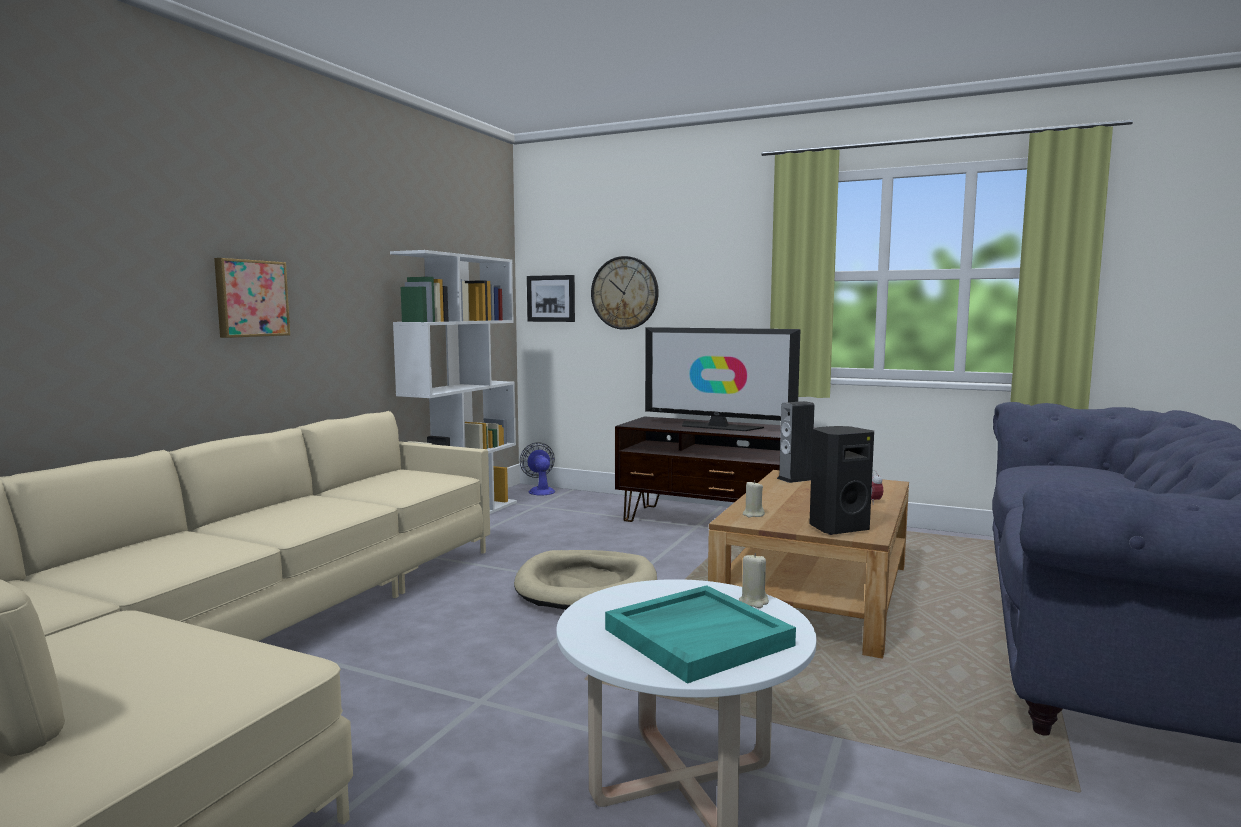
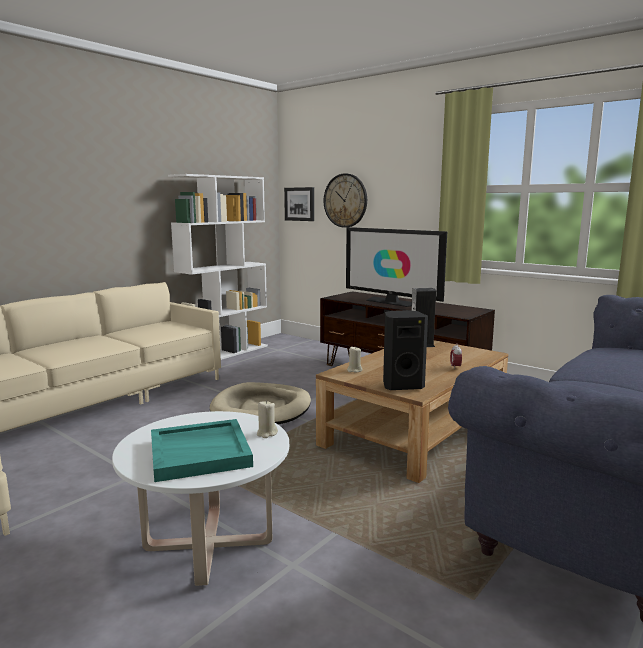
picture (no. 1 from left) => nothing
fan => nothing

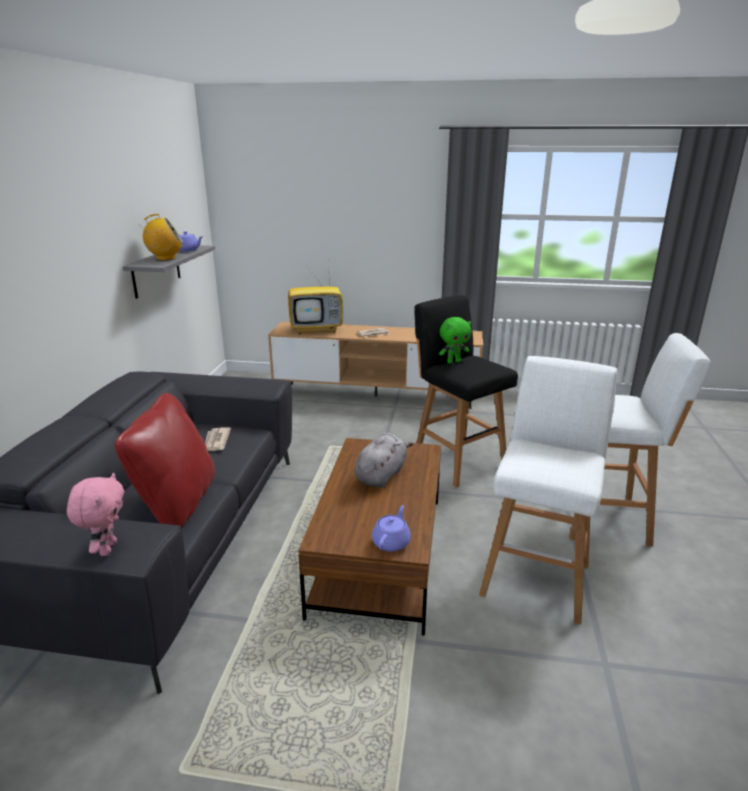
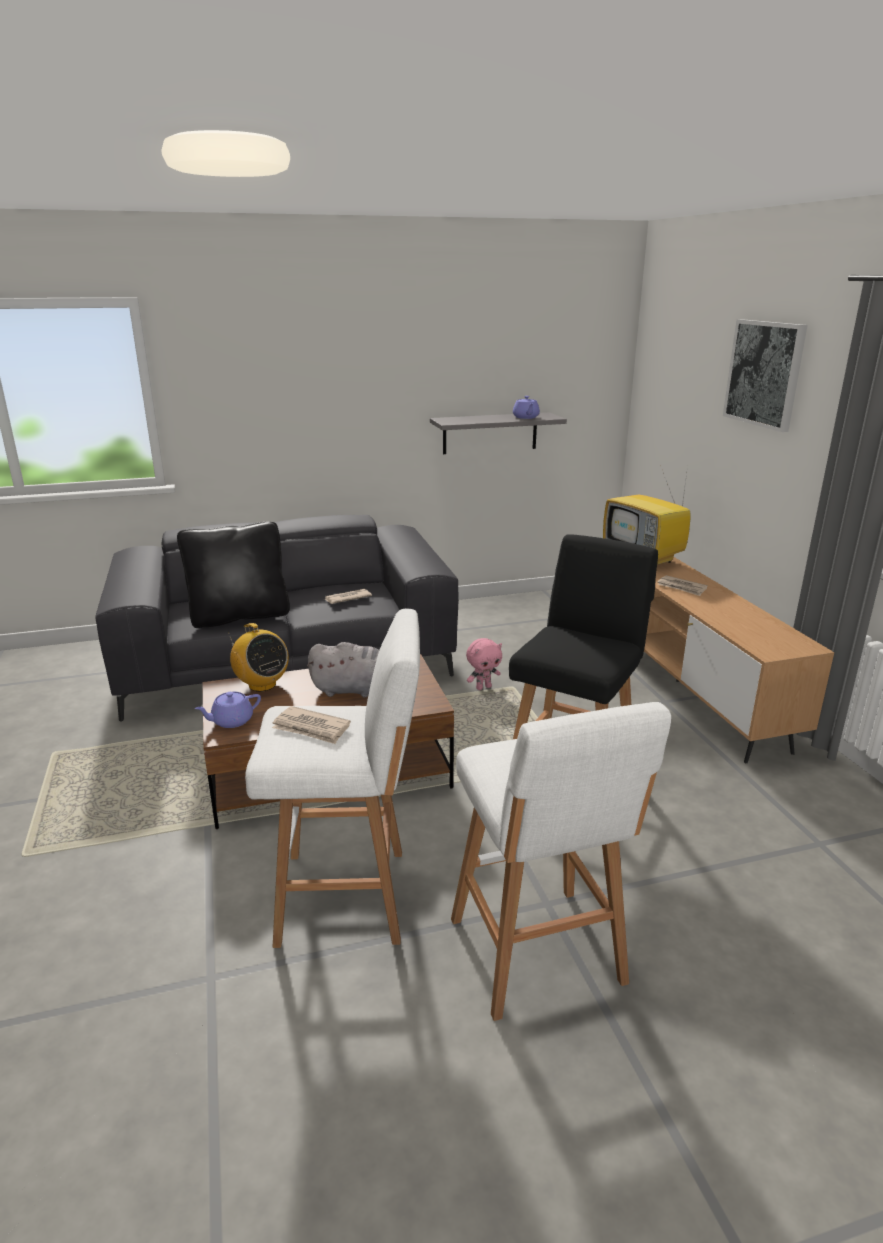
pillow (red) => pillow (black)
teapot (purple) (no. 2 from left in the first image) => teapot (purple) (no. 1 from left), 150 degrees clockwise
radio, shifted
nothing => newspaper (no. 1 from left)
plush toy (pink), shifted
nothing => picture
plush toy (green) => nothing

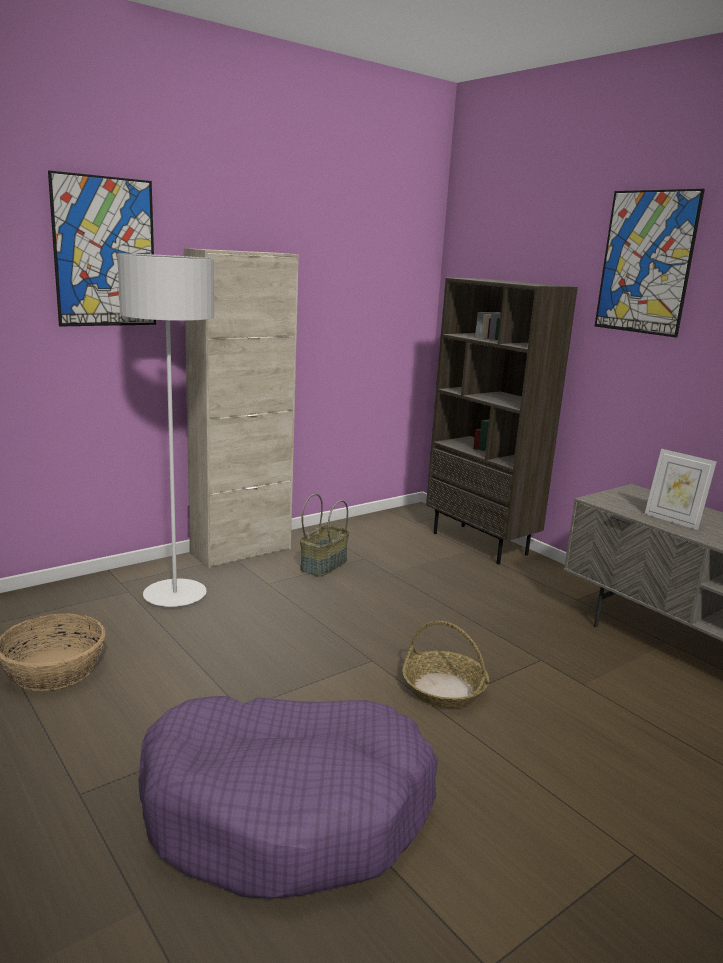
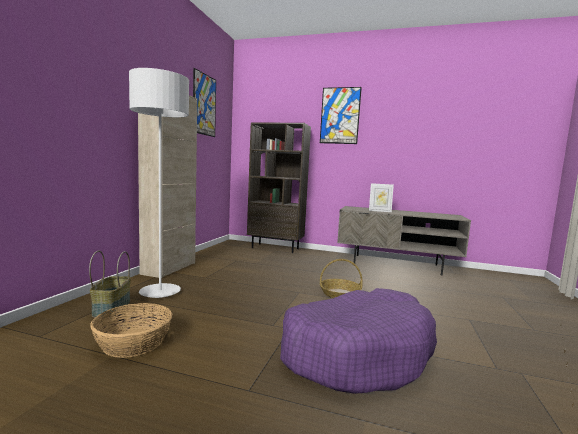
basket (no. 2 from left in the first image) => basket (no. 1 from left), shifted
picture (no. 1 from left), shifted

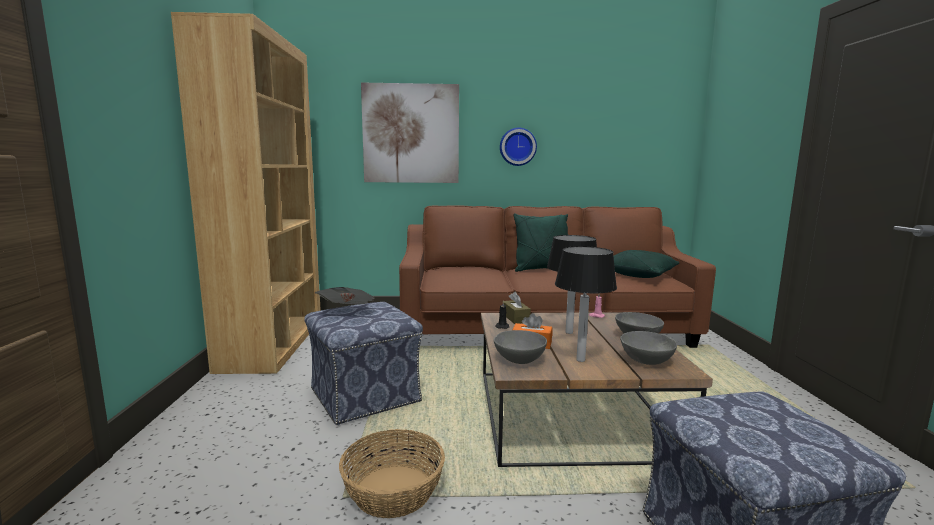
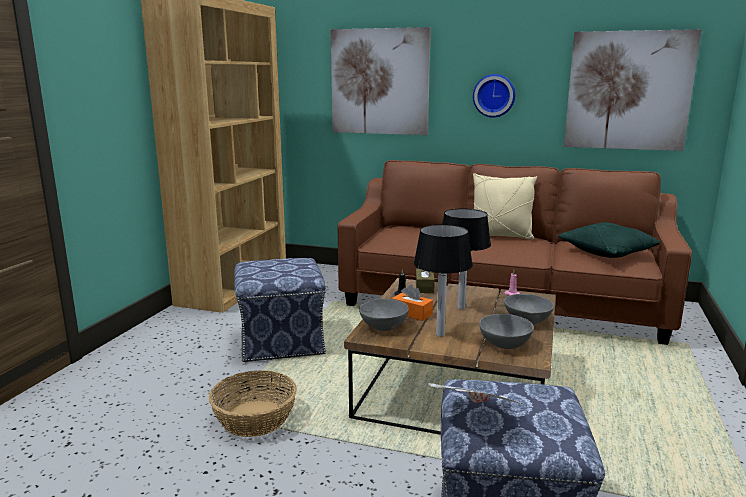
newspaper, shifted
pillow (green) (no. 1 from left) => pillow (beige)
nothing => picture (no. 2 from left)

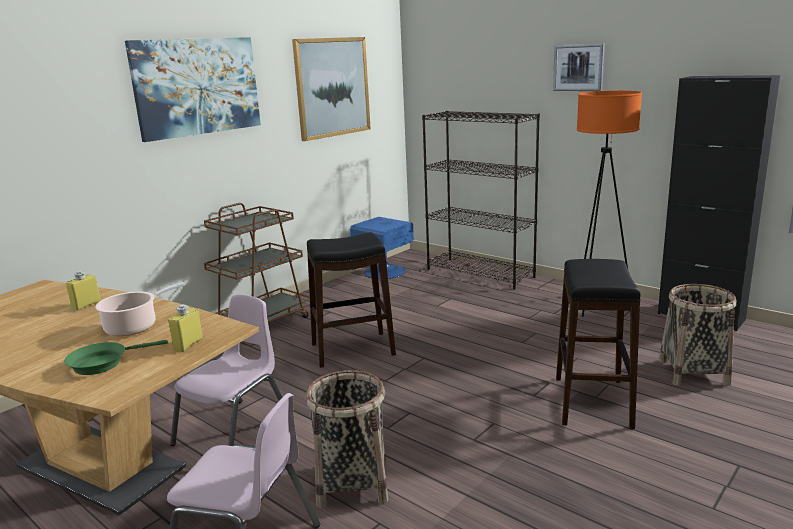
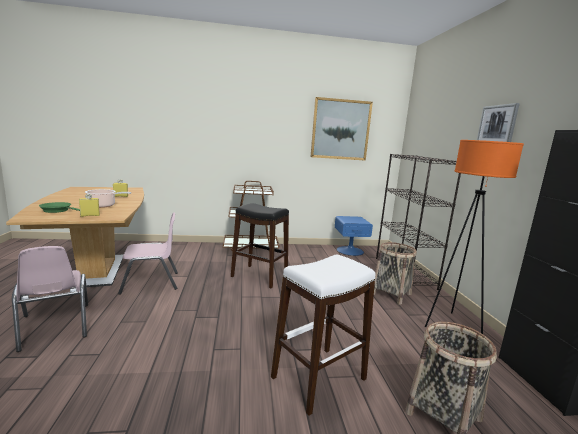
stool (black) (no. 2 from left) => stool (white)
basket (no. 1 from left), shifted
picture (no. 1 from left) => nothing

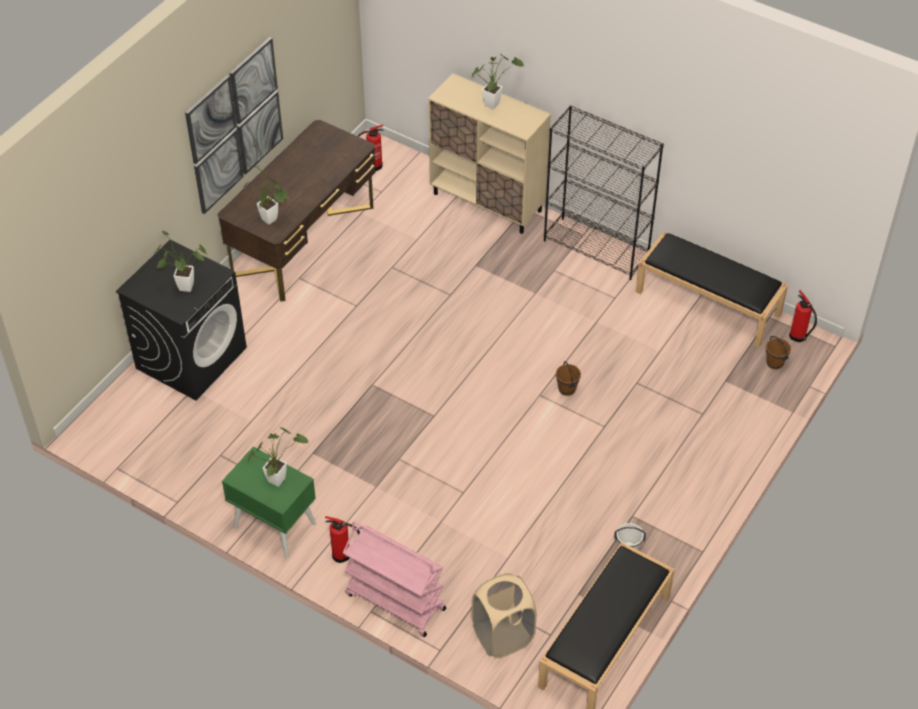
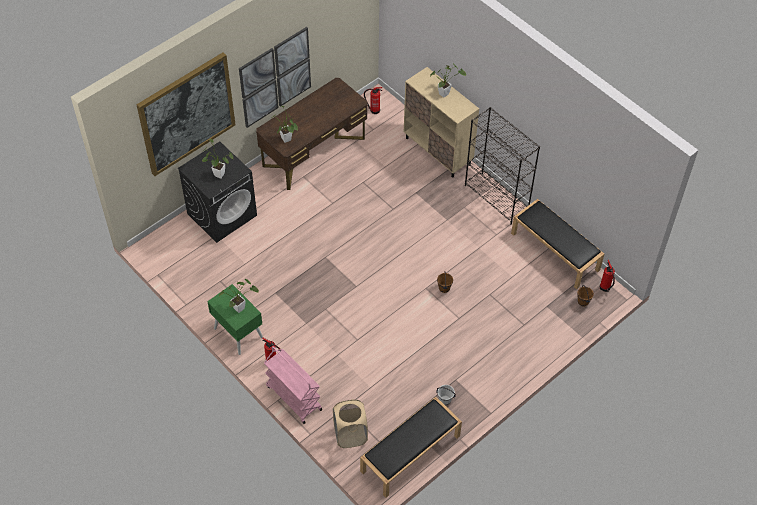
nothing => picture (no. 1 from left)

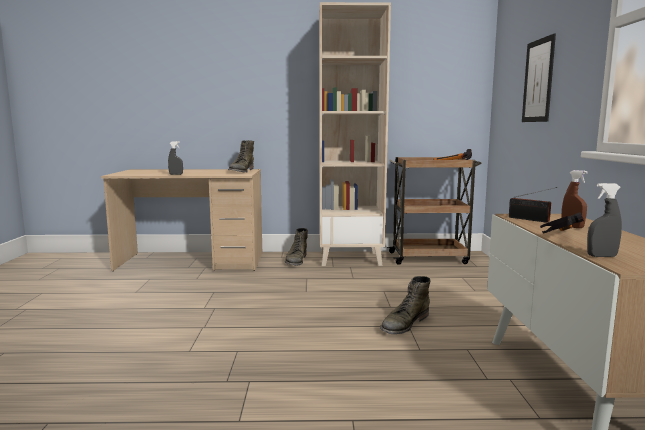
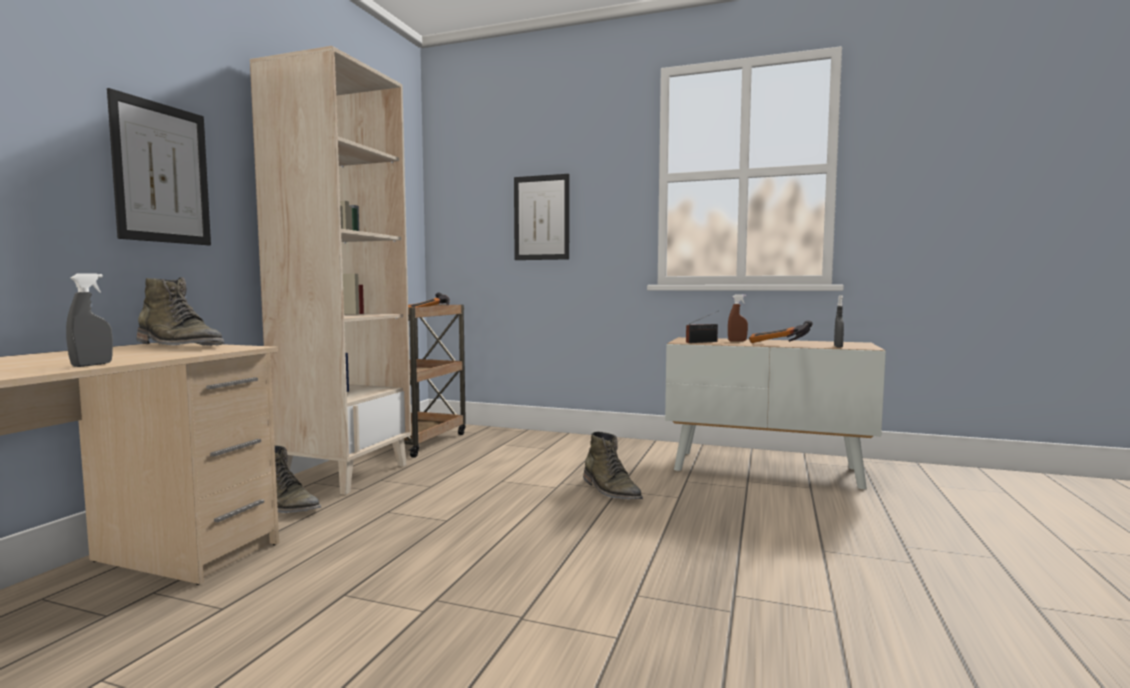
nothing => picture (no. 1 from left)

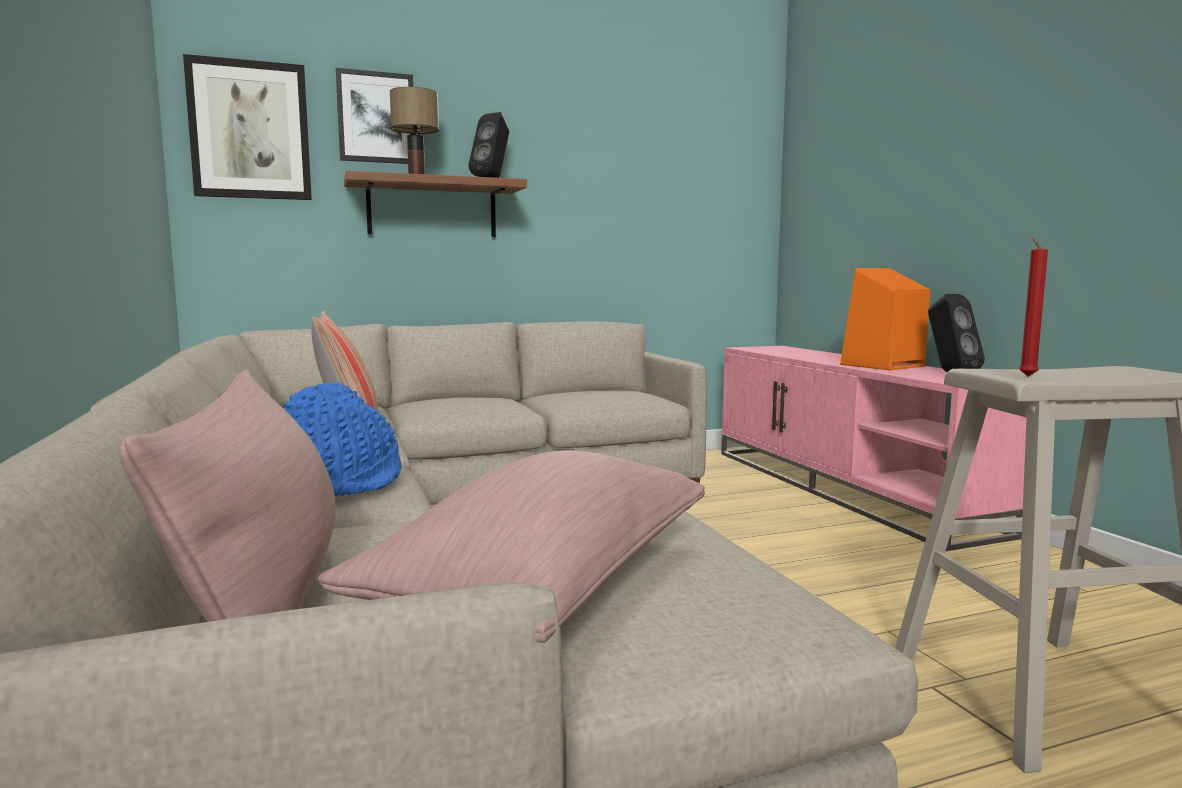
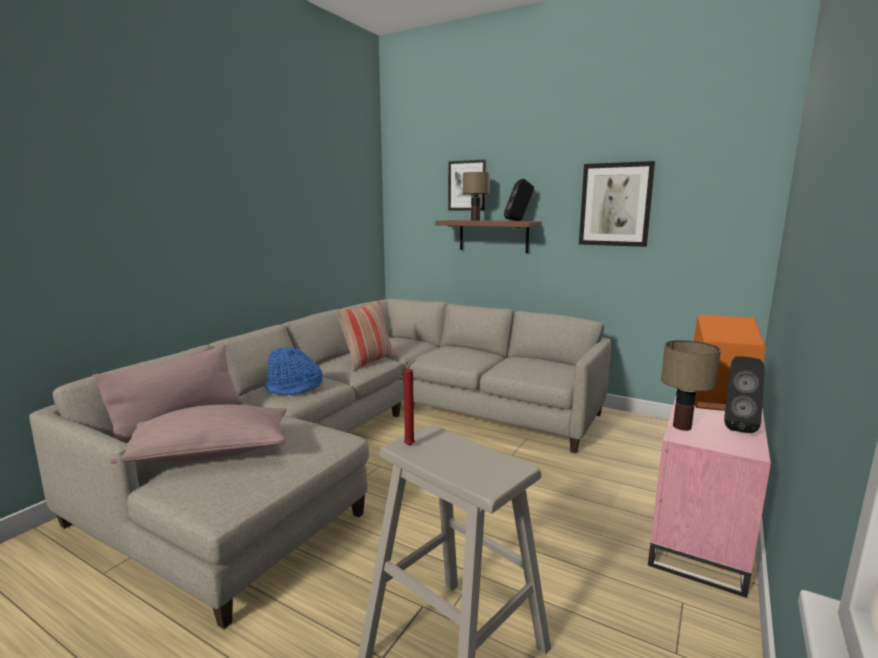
picture (no. 1 from left in the first image) => picture (no. 2 from left), shifted
nothing => table lamp (no. 2 from left)

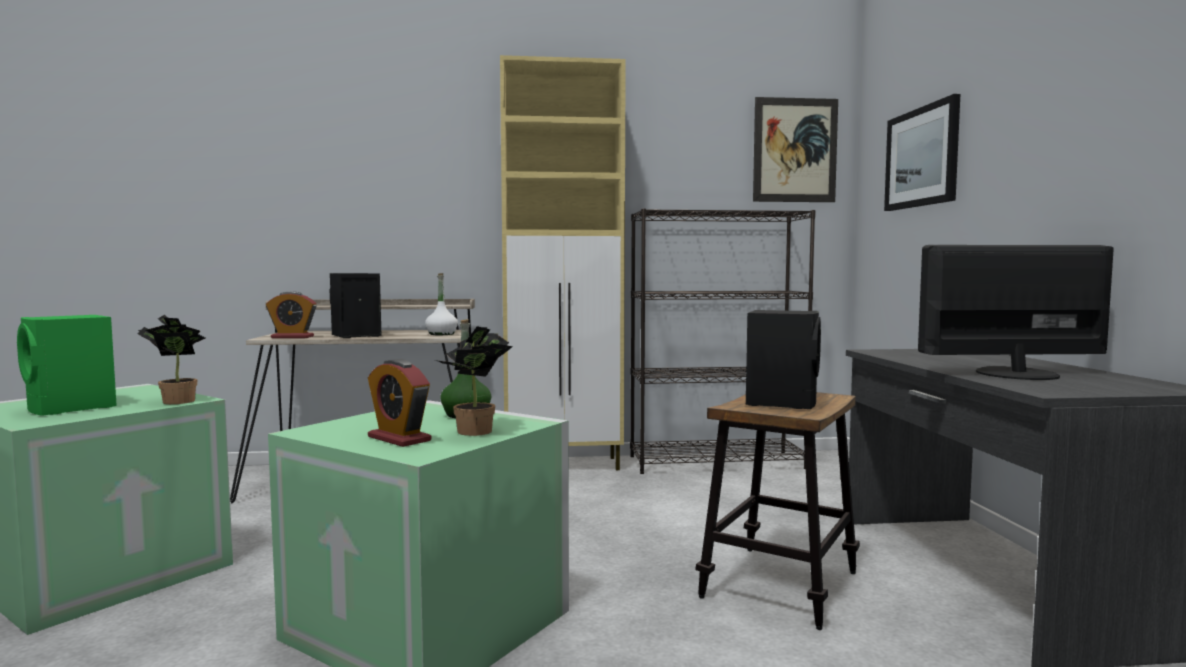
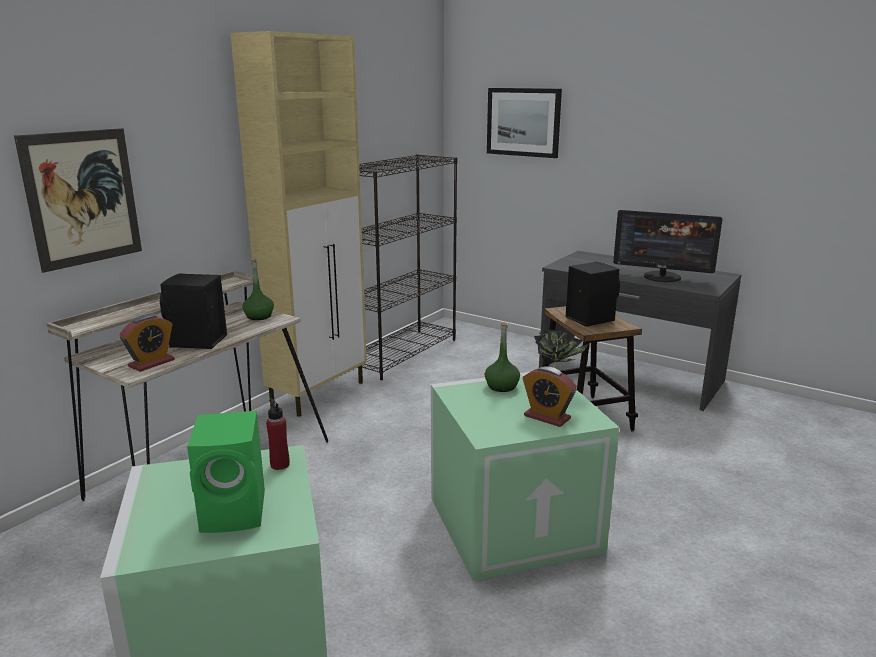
picture (no. 1 from left), shifted
bottle (white) => bottle (green) (no. 1 from left)
potted plant (no. 1 from left) => bottle (red)
alarm clock (no. 2 from left), 45 degrees clockwise
monitor, 105 degrees counterclockwise

